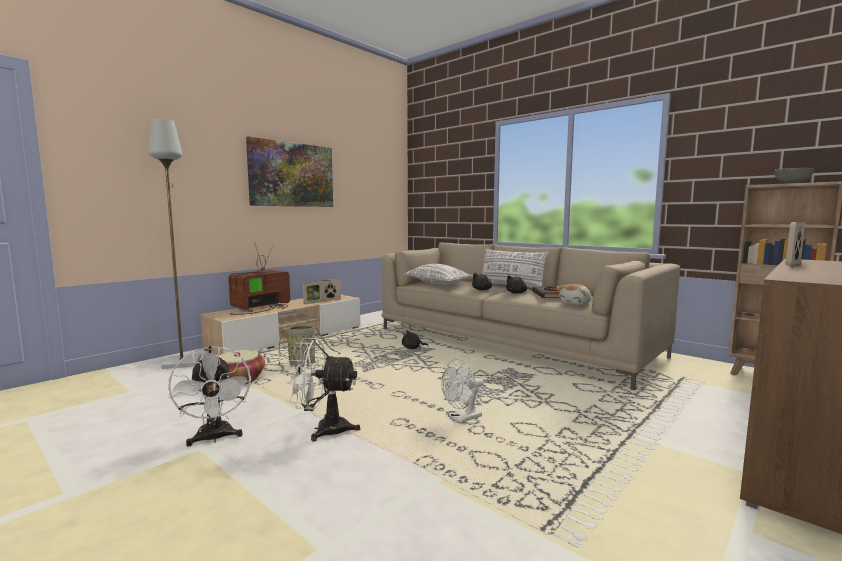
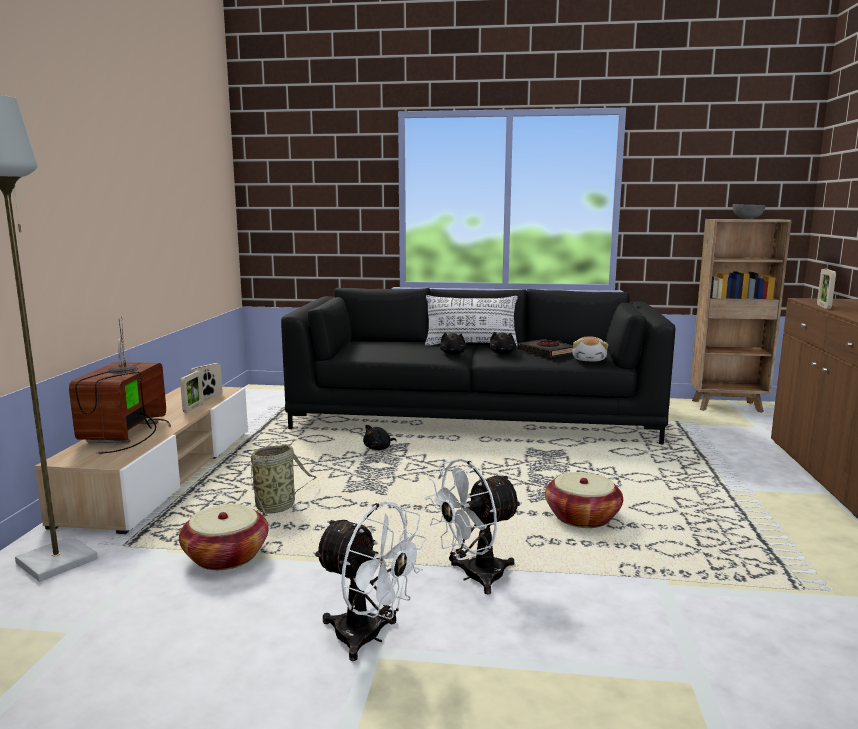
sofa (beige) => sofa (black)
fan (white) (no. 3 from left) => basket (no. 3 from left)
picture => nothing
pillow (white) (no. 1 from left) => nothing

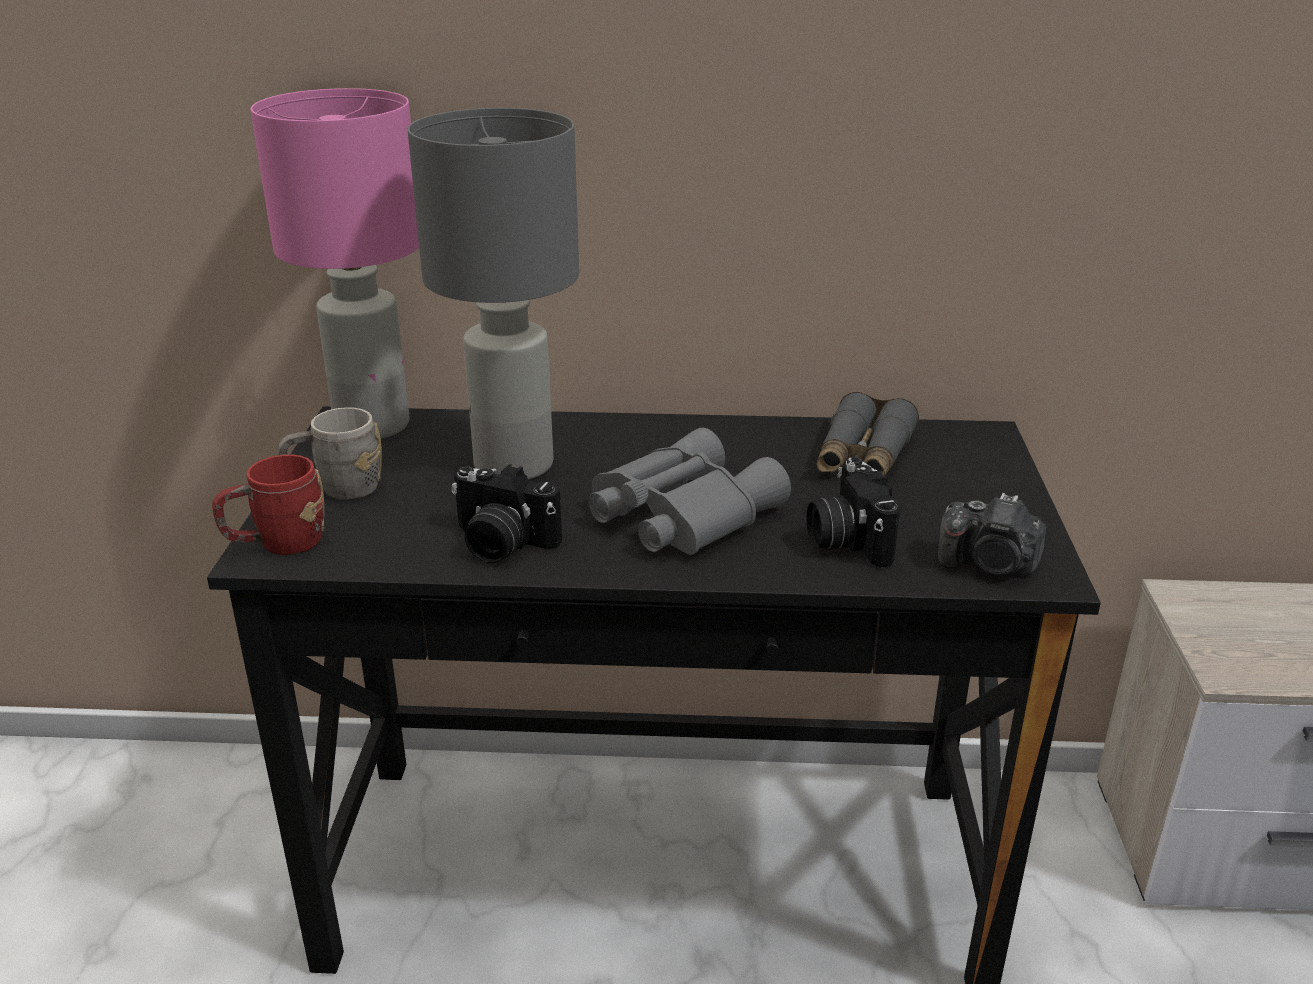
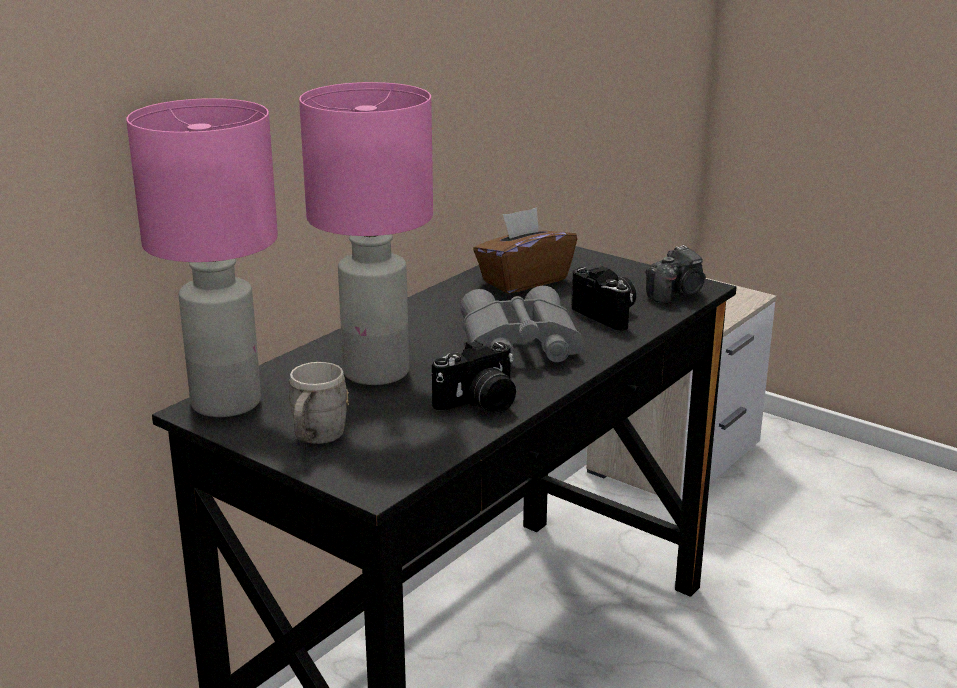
table lamp (grey) => table lamp (pink) (no. 2 from left)
binoculars (grey) (no. 2 from left) => tissue box (brown)
photo camera (no. 2 from left), 150 degrees counterclockwise
mug (red) => nothing

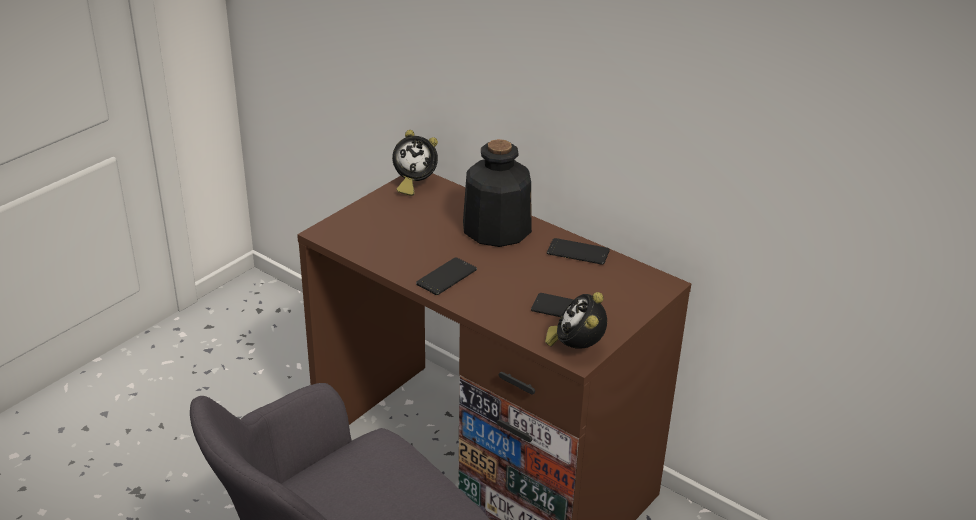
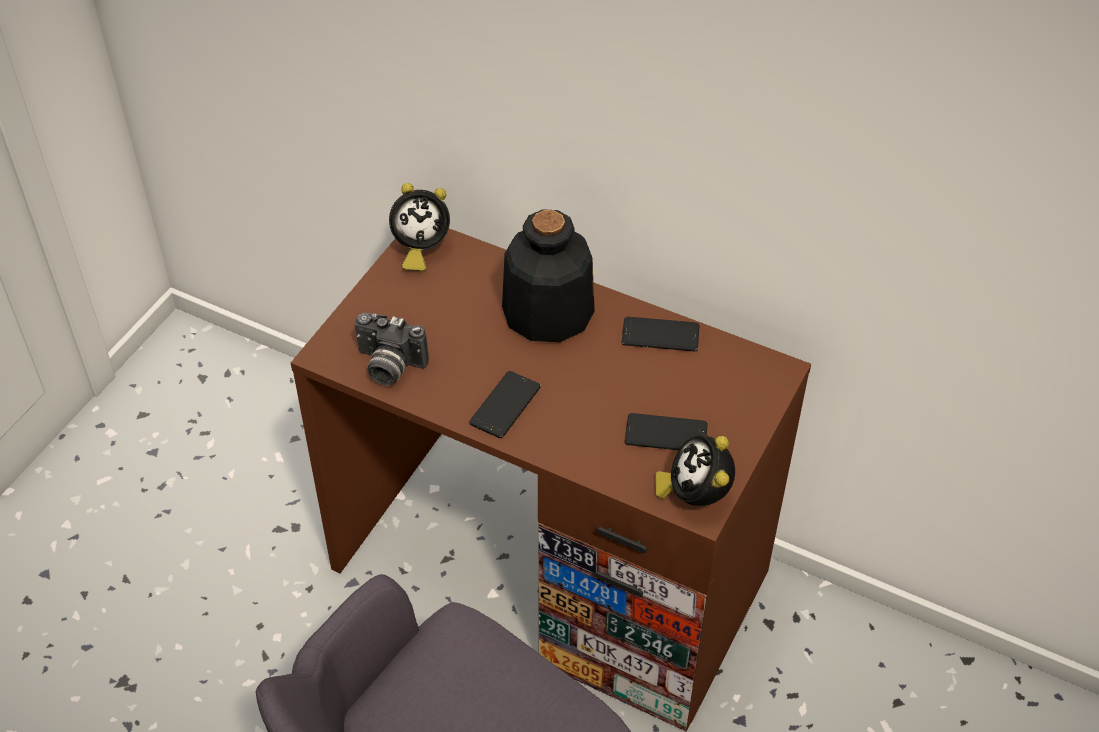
nothing => photo camera

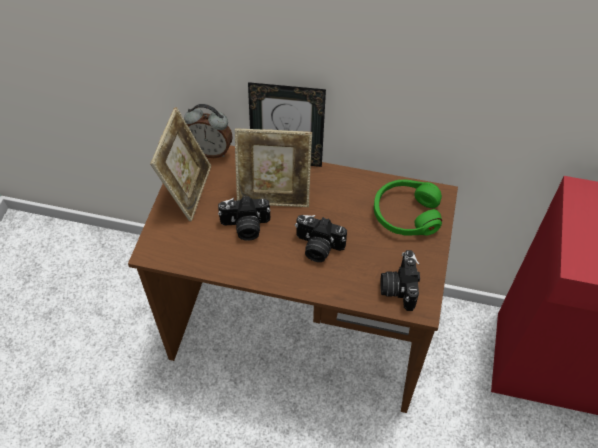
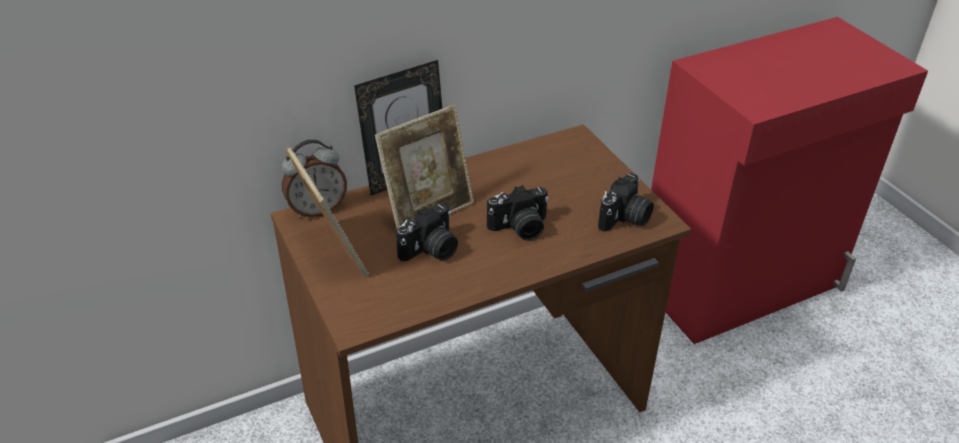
photo camera (no. 3 from left), 105 degrees counterclockwise
headphones (green) => nothing

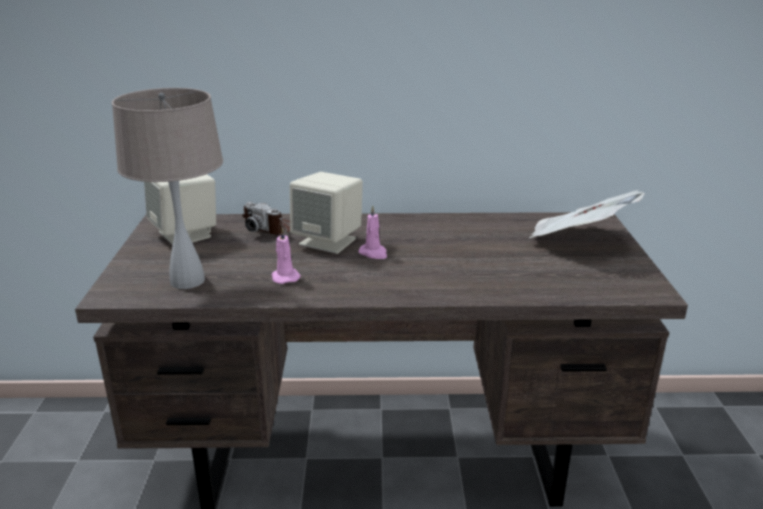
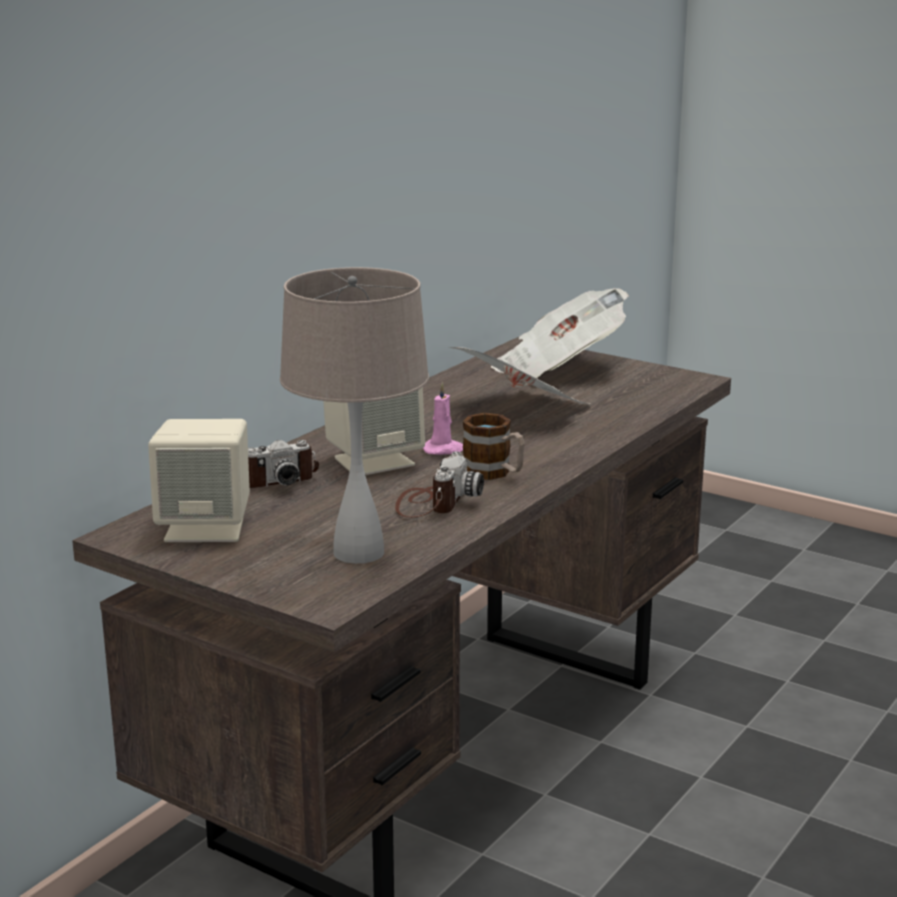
candle (pink) (no. 1 from left) => photo camera (no. 2 from left)
nothing => newspaper (no. 1 from left)
nothing => mug

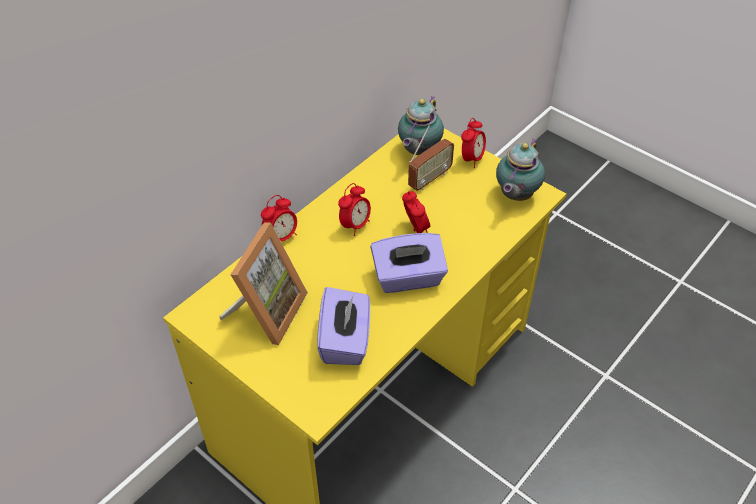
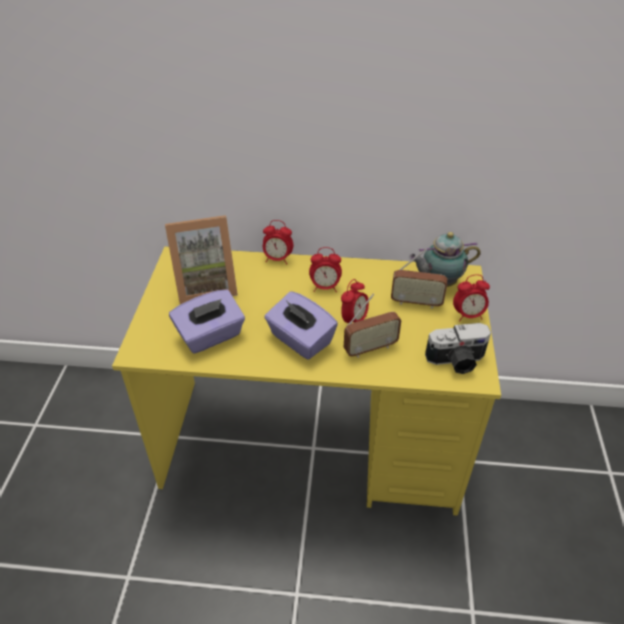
nothing => radio (no. 1 from left)
teapot (no. 2 from left) => photo camera

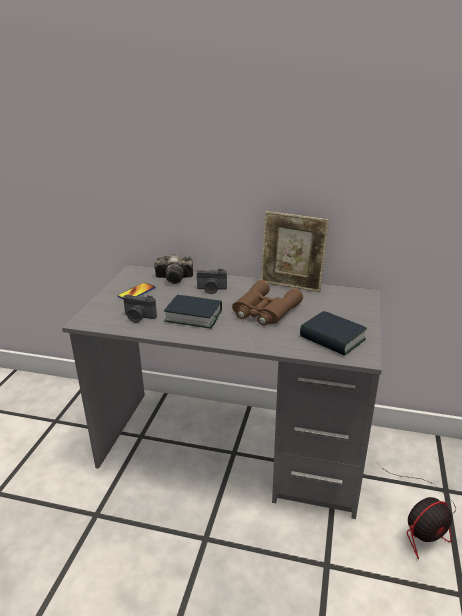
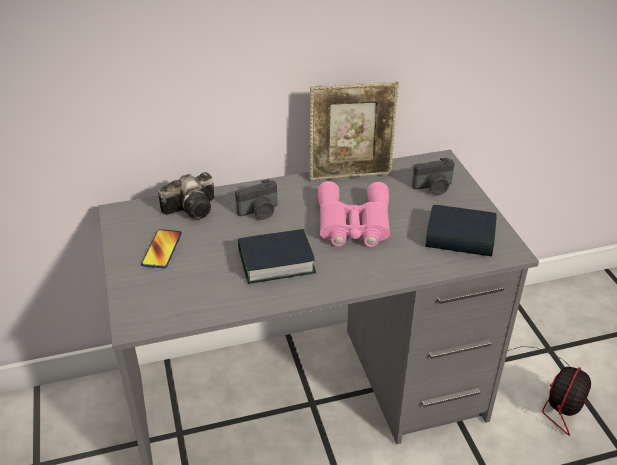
binoculars (brown) => binoculars (pink)
photo camera (no. 1 from left in the first image) => photo camera (no. 3 from left), shifted

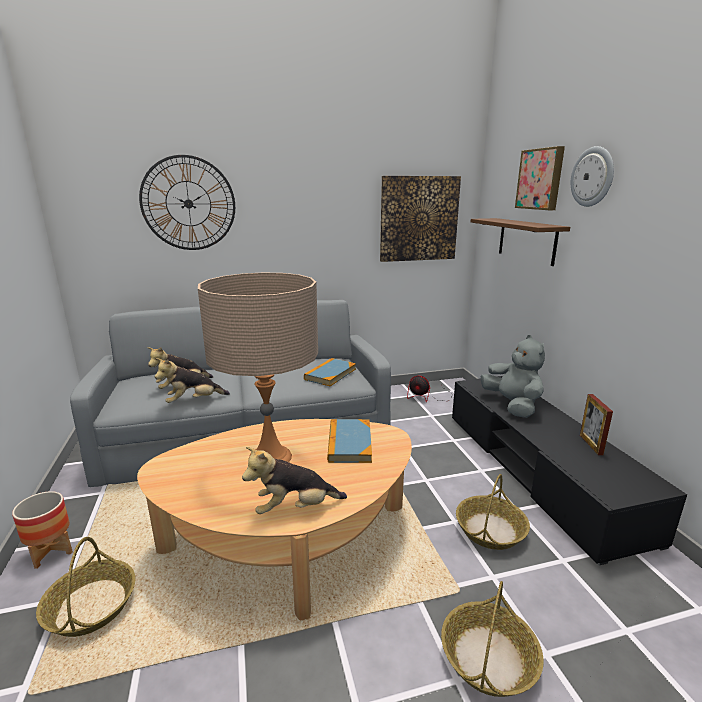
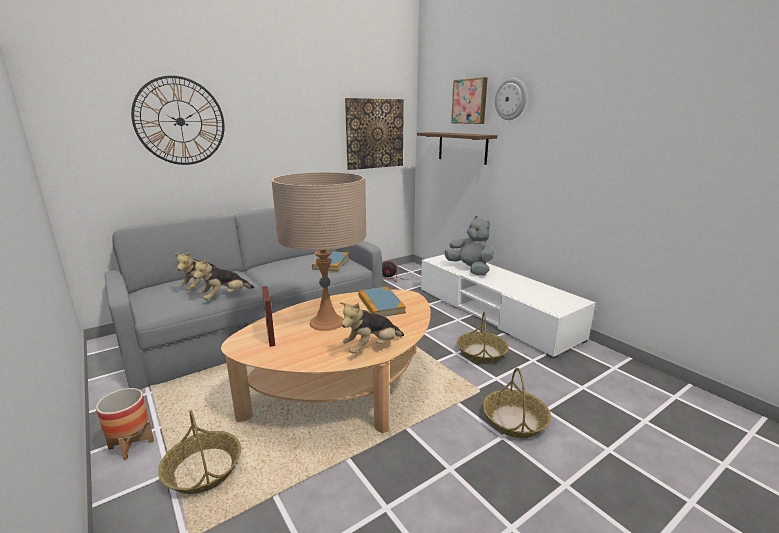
picture frame, shifted
tv stand (black) => tv stand (white)

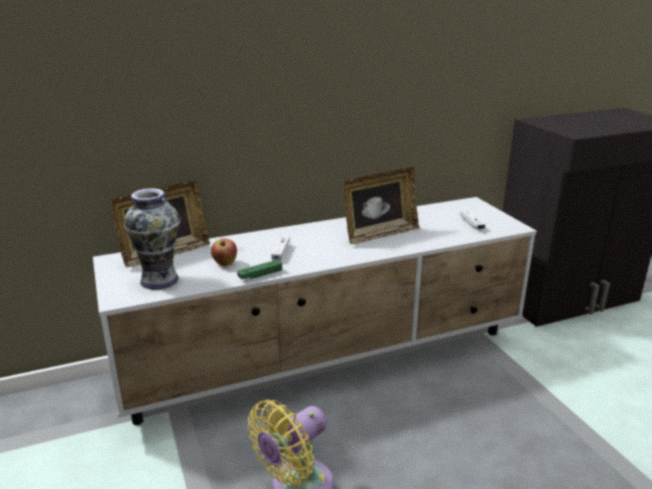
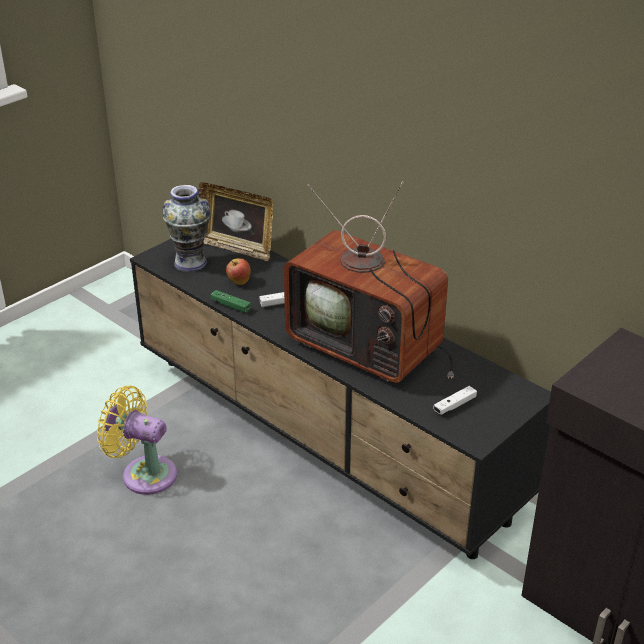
tv stand (white) => tv stand (black)
picture frame (no. 2 from left) => television

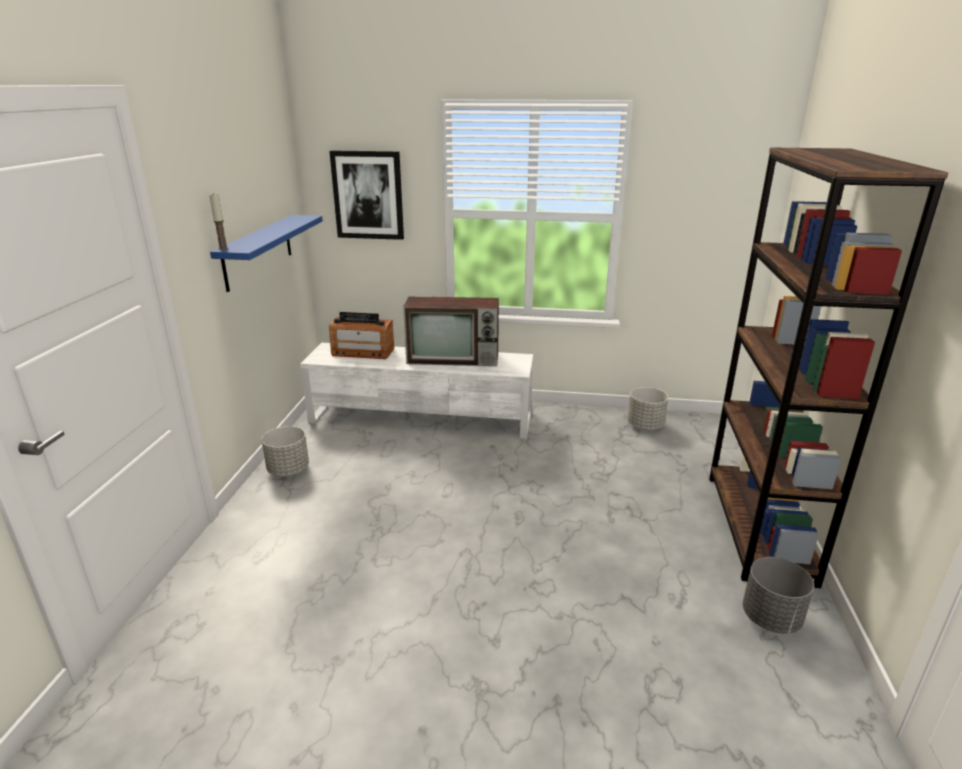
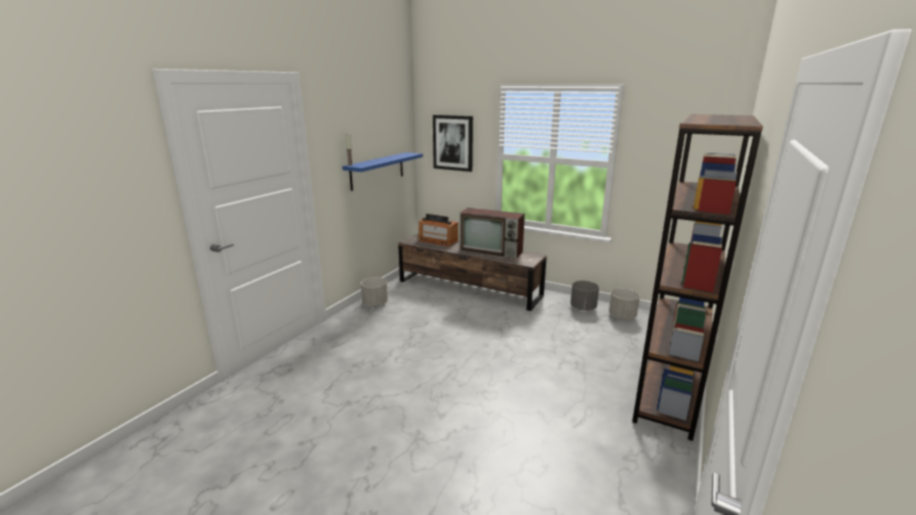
tv stand (white) => tv stand (brown)
planter (grey) (no. 3 from left in the first image) => planter (grey) (no. 2 from left), shifted

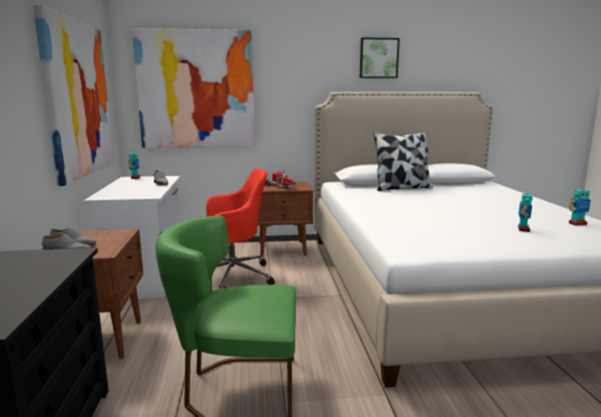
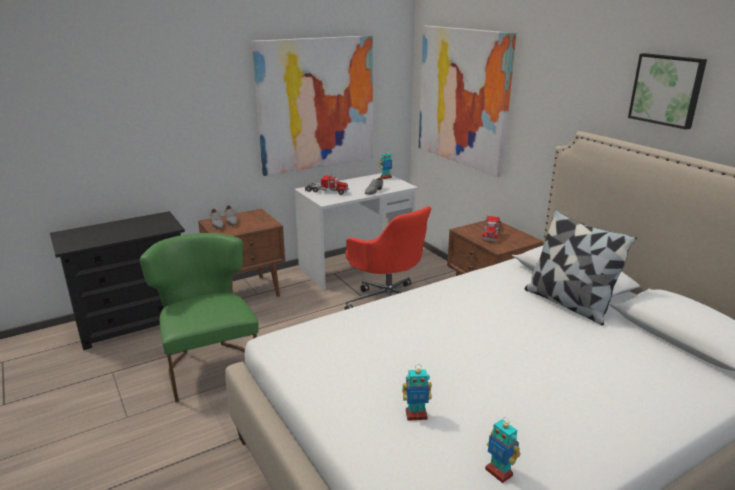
nothing => toy truck (no. 1 from left)

